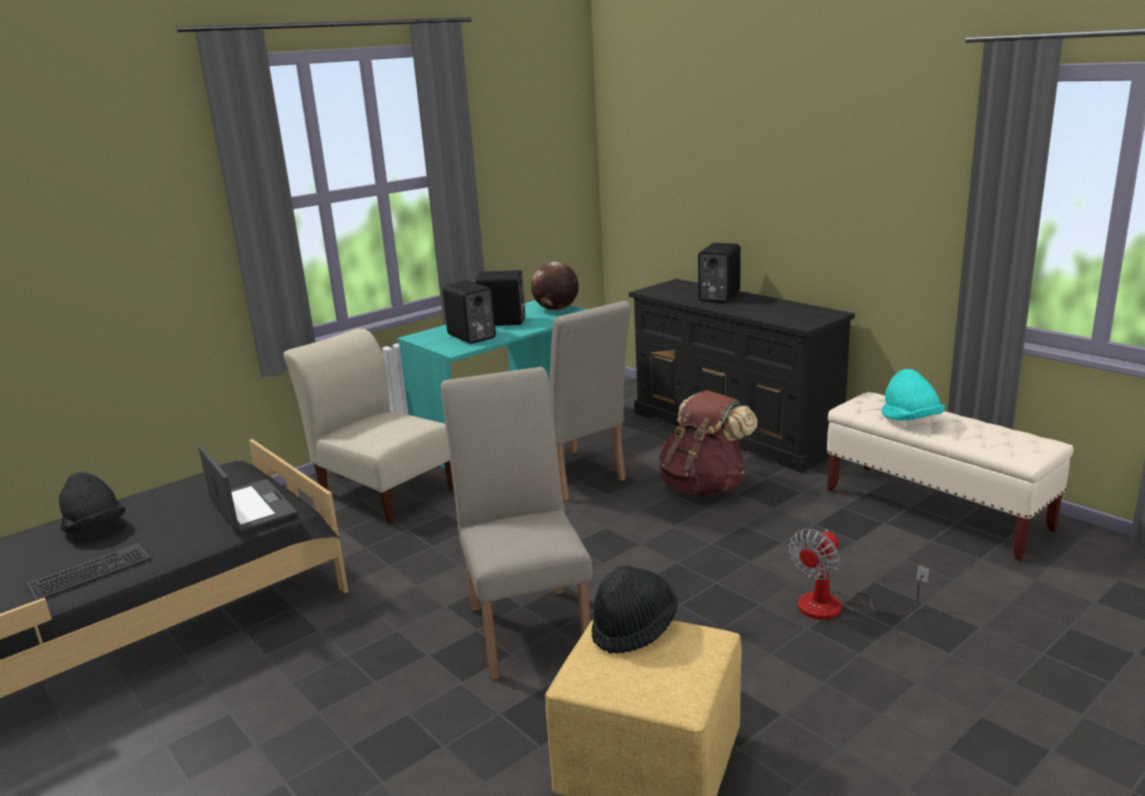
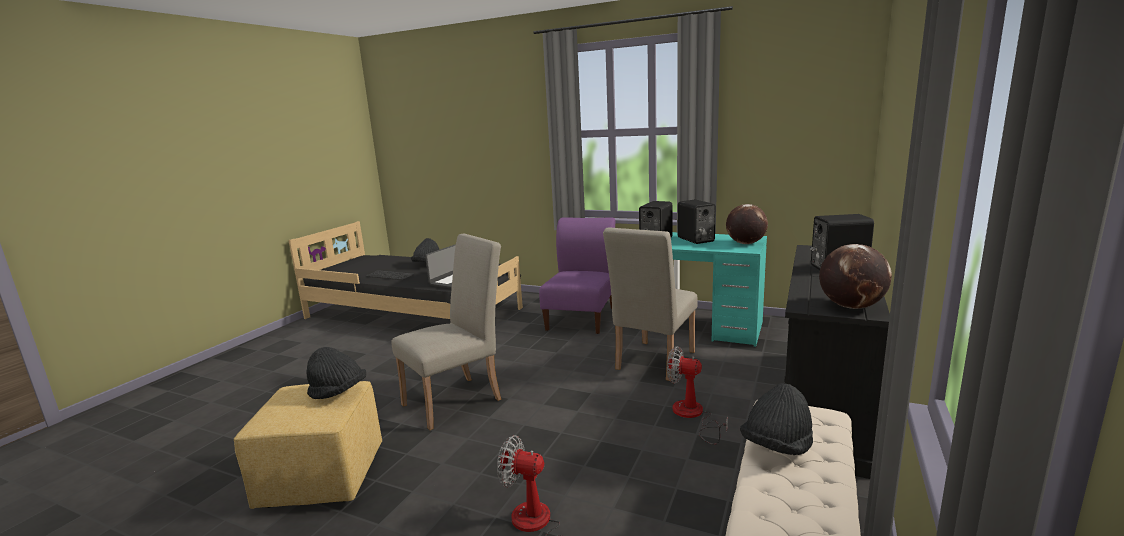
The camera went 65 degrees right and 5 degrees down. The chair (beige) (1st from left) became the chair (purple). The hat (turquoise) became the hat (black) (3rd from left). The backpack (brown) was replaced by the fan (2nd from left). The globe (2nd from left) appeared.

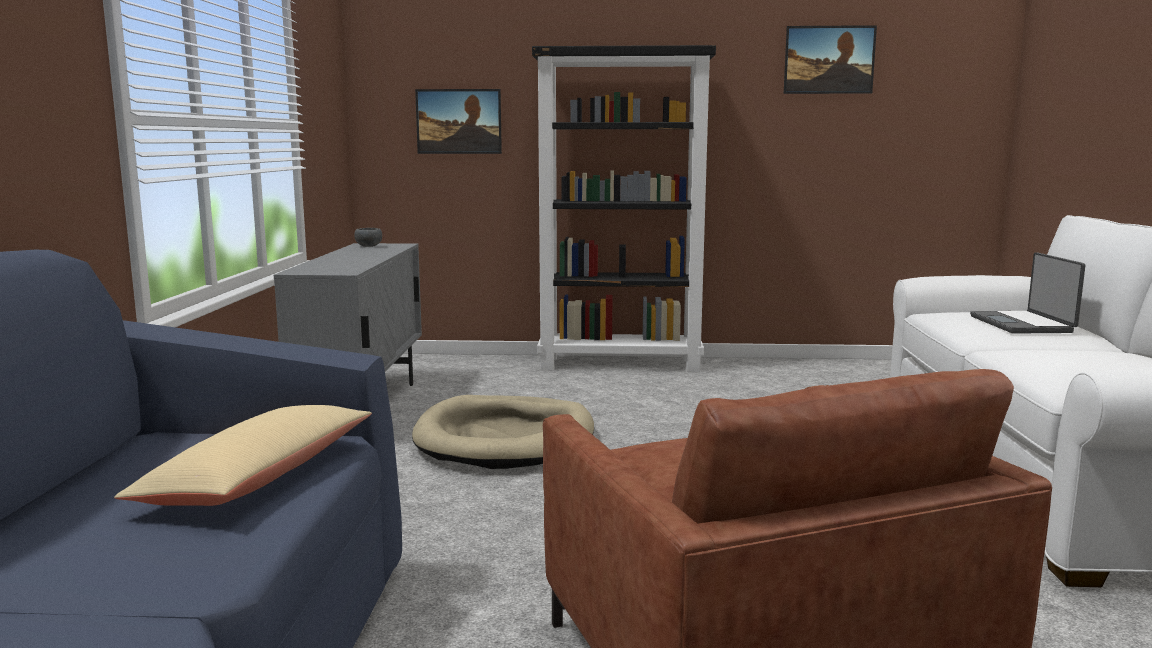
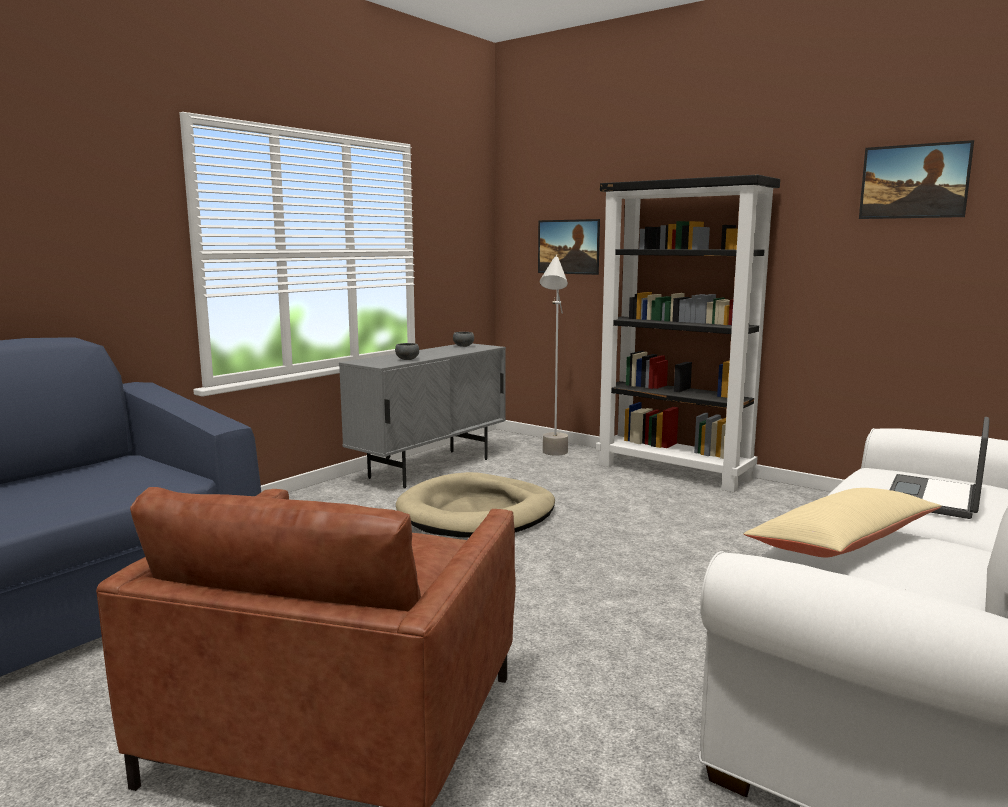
The camera went 35 degrees right and 0 degrees up. The pillow (beige) moved. The floor lamp (grey) appeared. The bowl (grey) (1st from left) appeared.

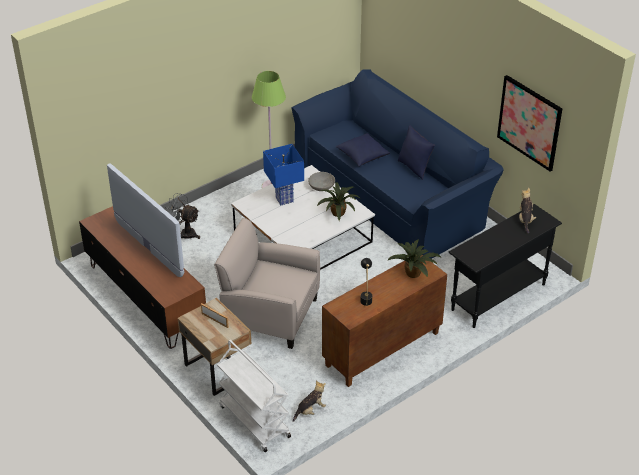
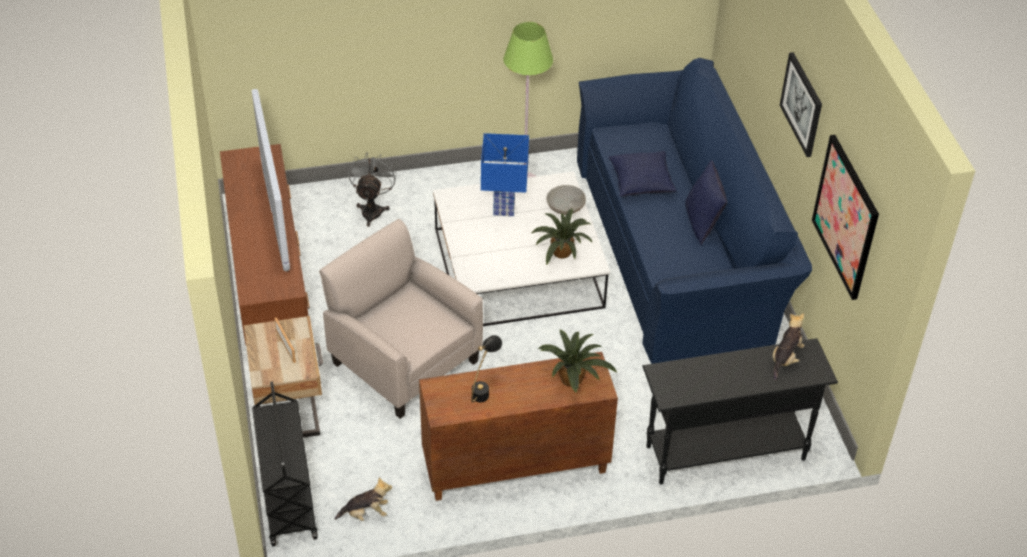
The camera went 25 degrees right and 5 degrees up. The fan (grey) turned 45 degrees clockwise. The cart (white) became the cart (black). The picture (1st from left) appeared.

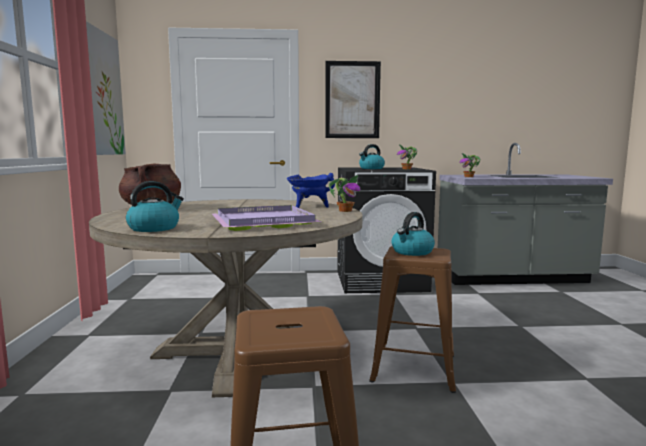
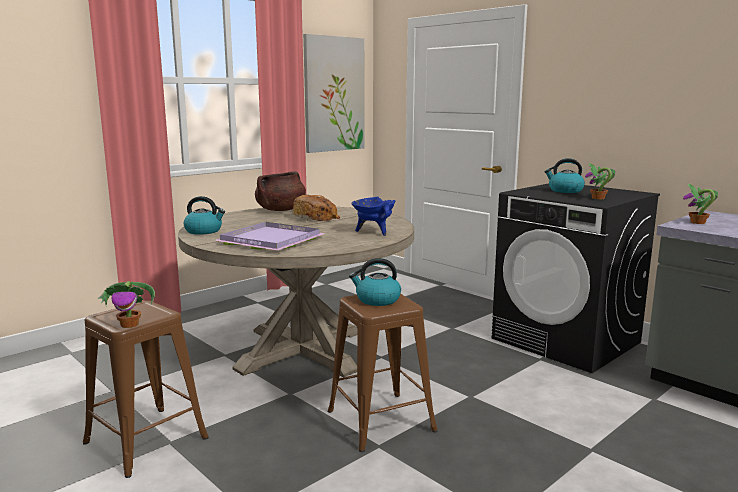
The camera went 50 degrees right and 5 degrees up. The picture (2nd from left) disappeared. The potted plant (1st from left) moved. The bread appeared.

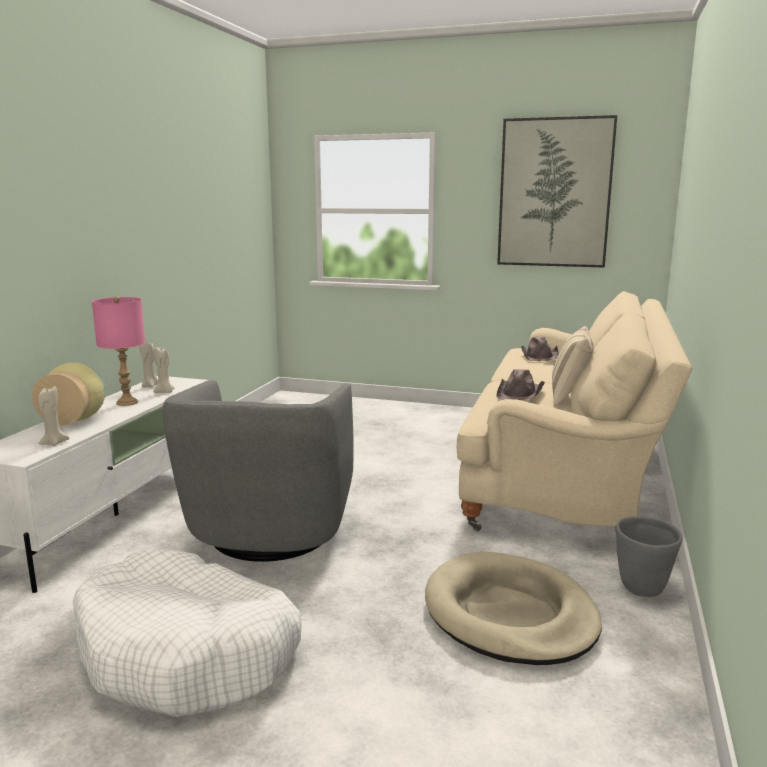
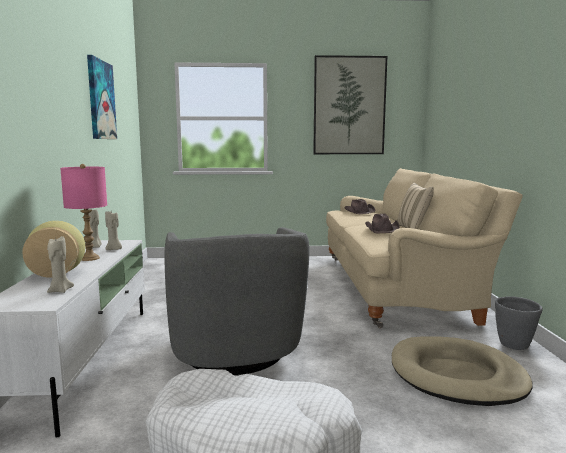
The camera went 20 degrees left and 5 degrees down. The picture (1st from left) appeared.

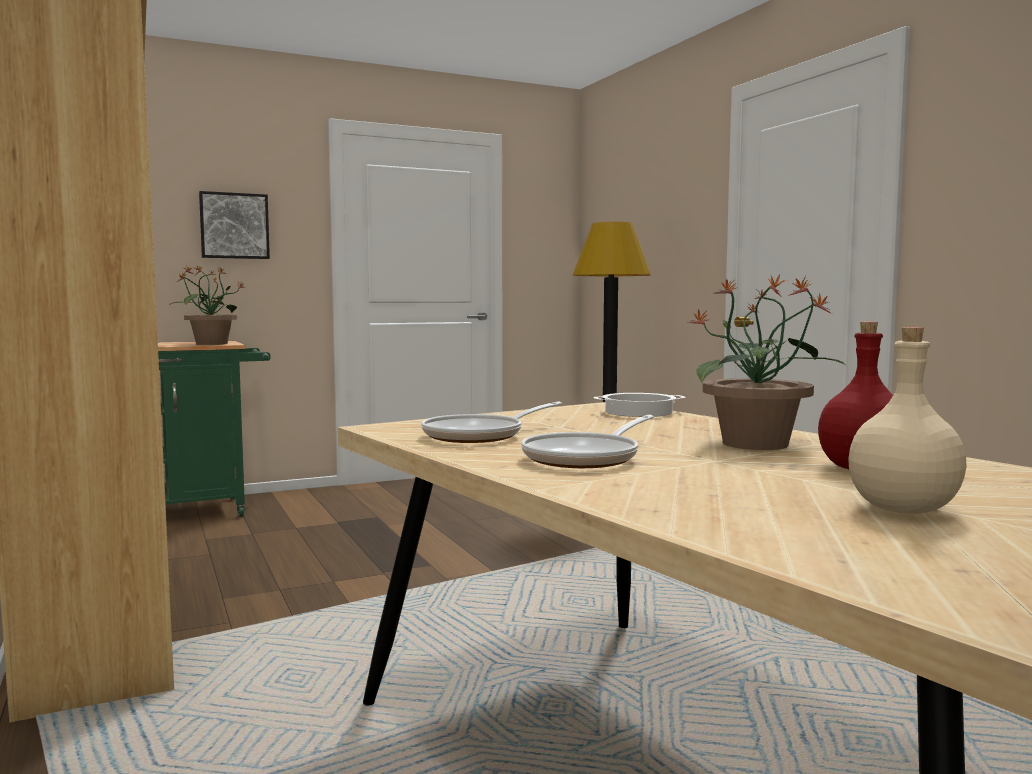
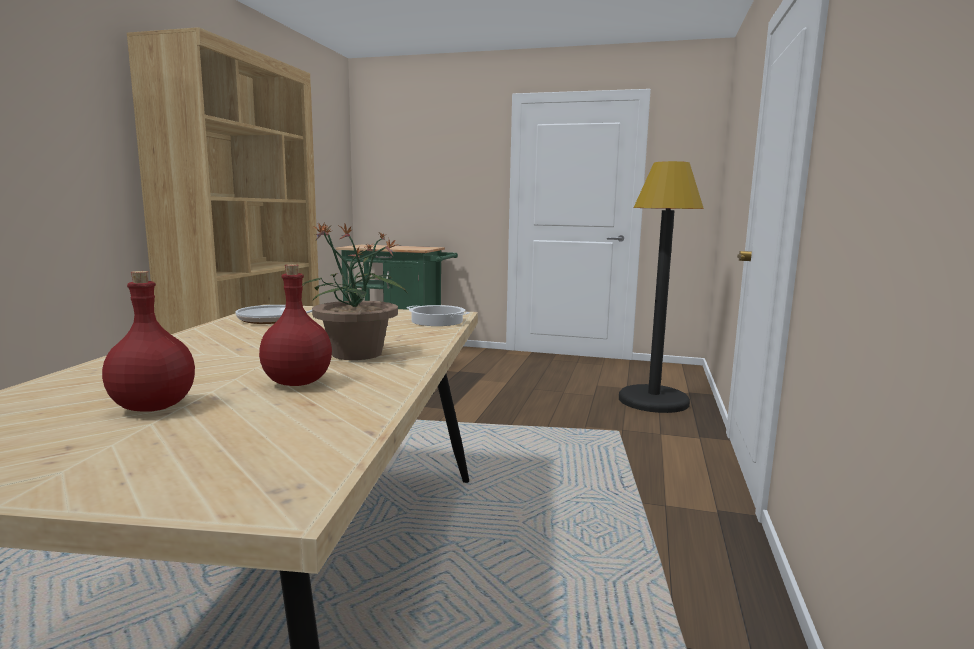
The camera went 40 degrees right and 5 degrees up. The picture disappeared. The potted plant (1st from left) disappeared. The bottle (beige) became the bottle (red) (1st from left). The frying pan (2nd from left) disappeared.

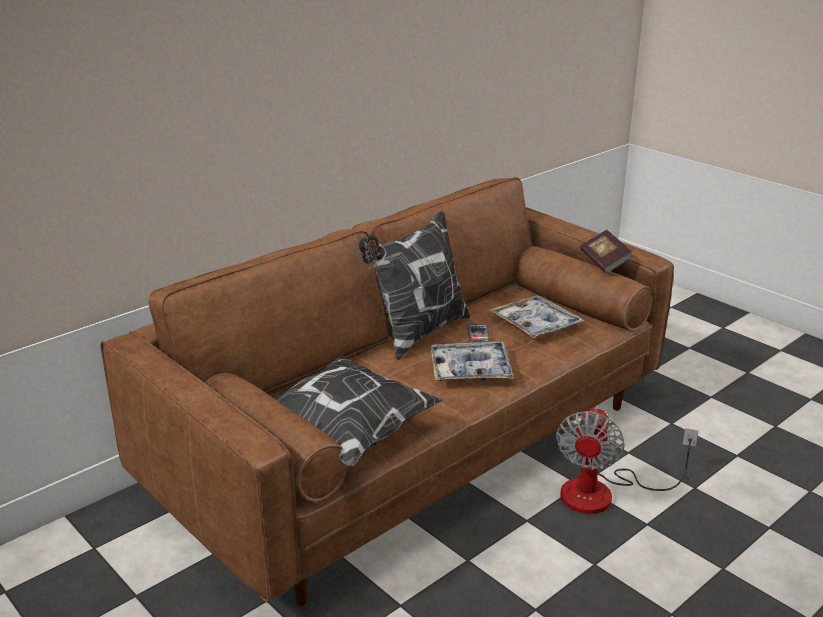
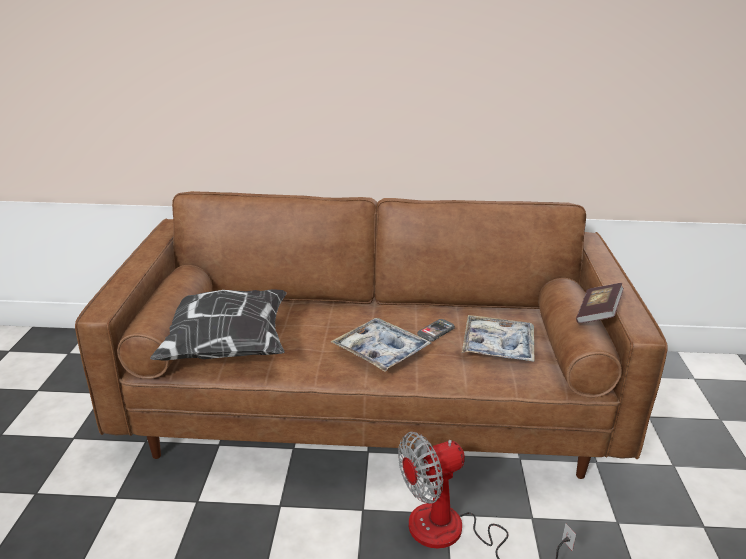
The camera went 45 degrees right and 0 degrees up. The pillow (2nd from left) disappeared.

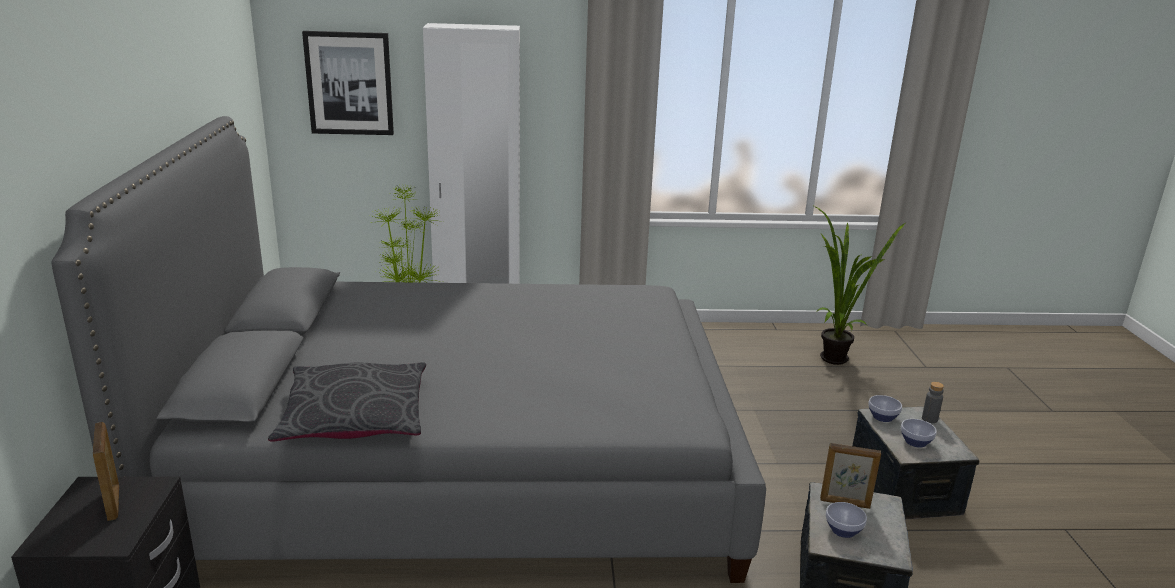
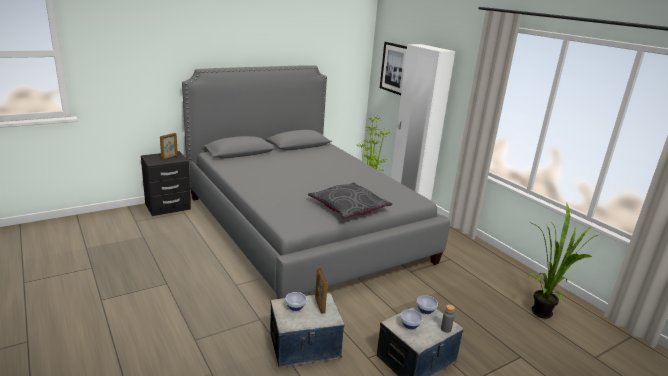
The camera went 60 degrees right and 0 degrees up. The pillow (grey) moved.

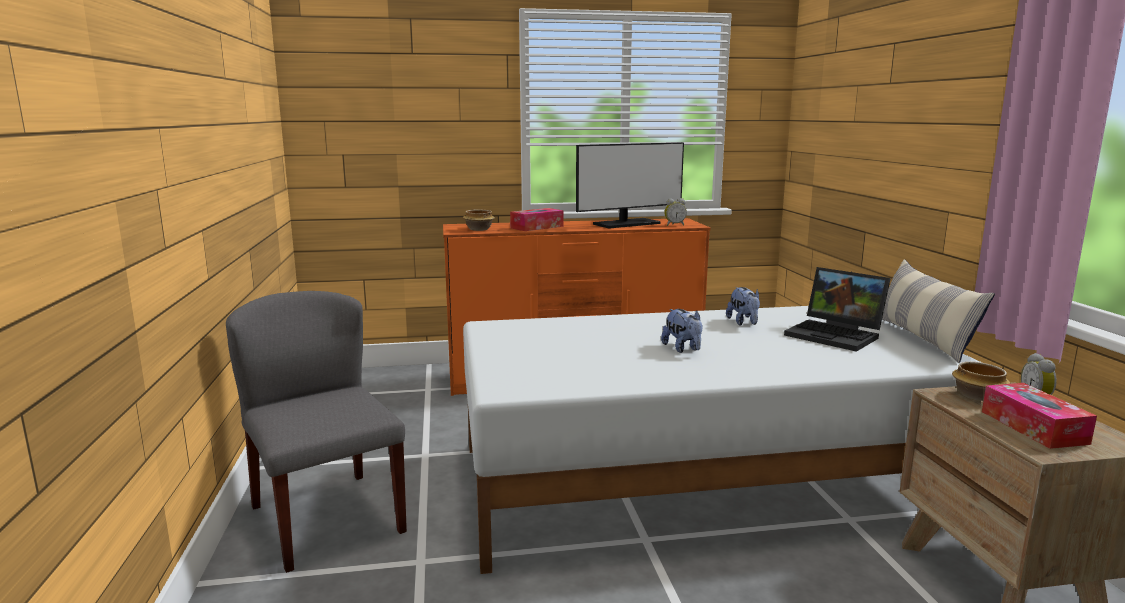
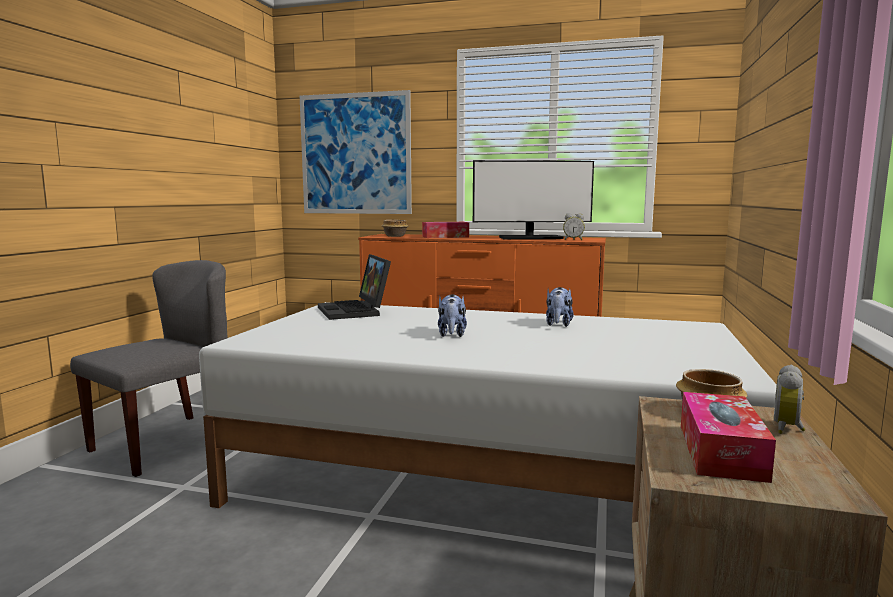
The camera went 25 degrees right and 5 degrees down. The pillow disappeared. The laptop moved. The chair (grey) turned 45 degrees clockwise. The picture appeared.

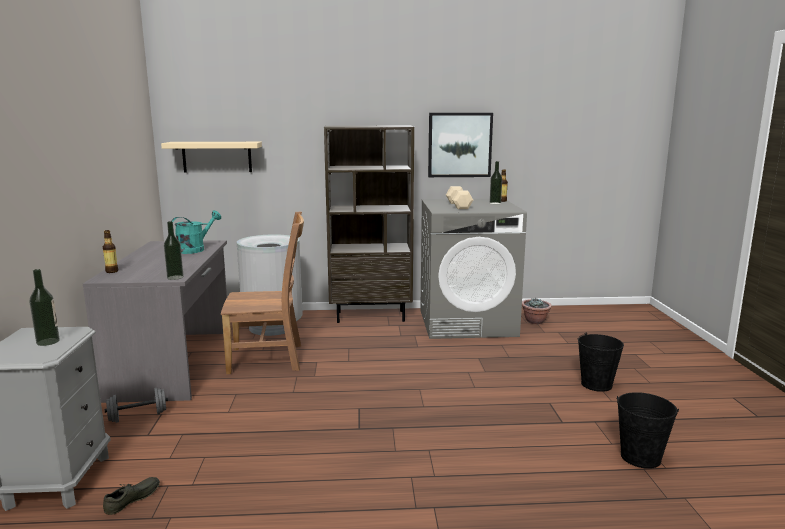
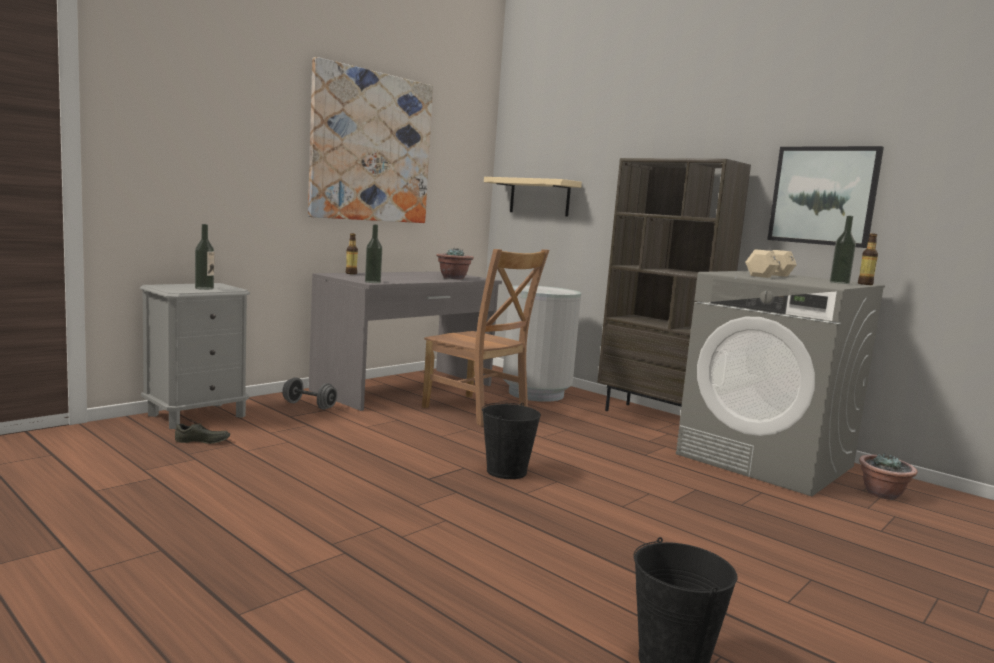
The camera went 45 degrees right and 5 degrees down. The watering can (turquoise) was replaced by the potted plant (1st from left). The bucket (black) (1st from left) moved. The picture (1st from left) appeared.

